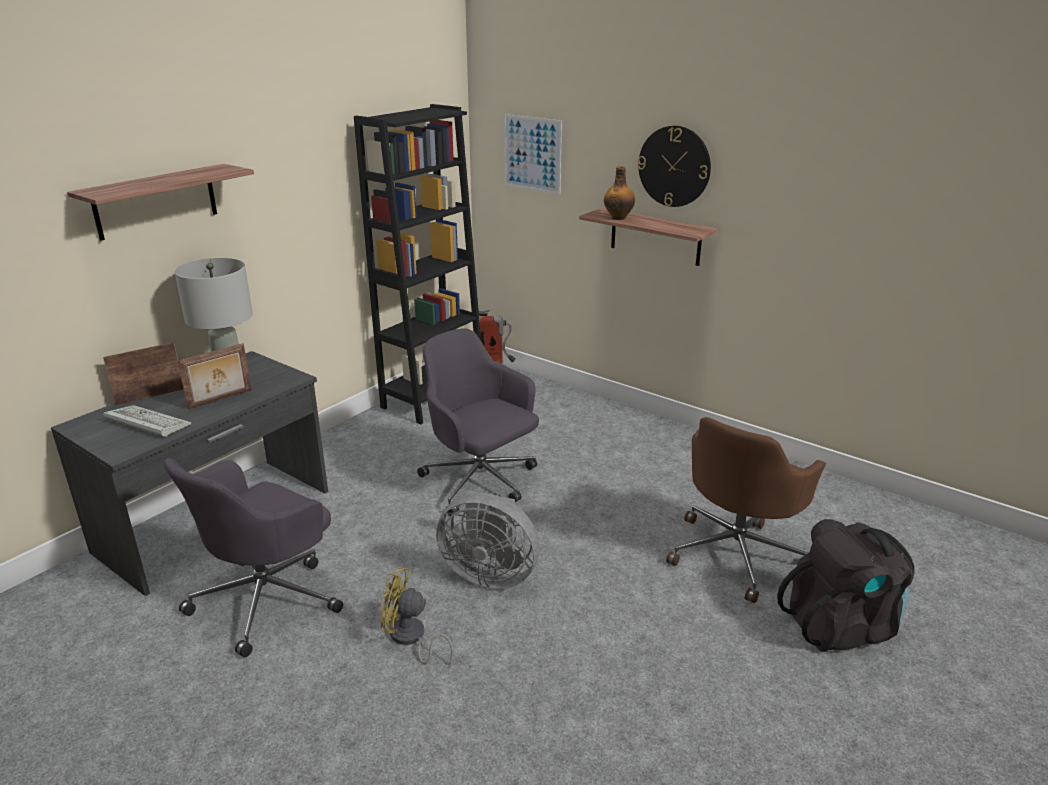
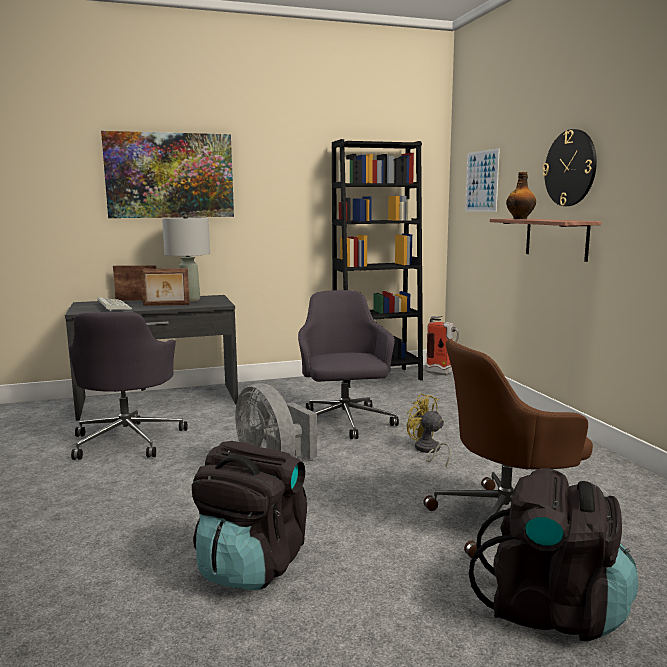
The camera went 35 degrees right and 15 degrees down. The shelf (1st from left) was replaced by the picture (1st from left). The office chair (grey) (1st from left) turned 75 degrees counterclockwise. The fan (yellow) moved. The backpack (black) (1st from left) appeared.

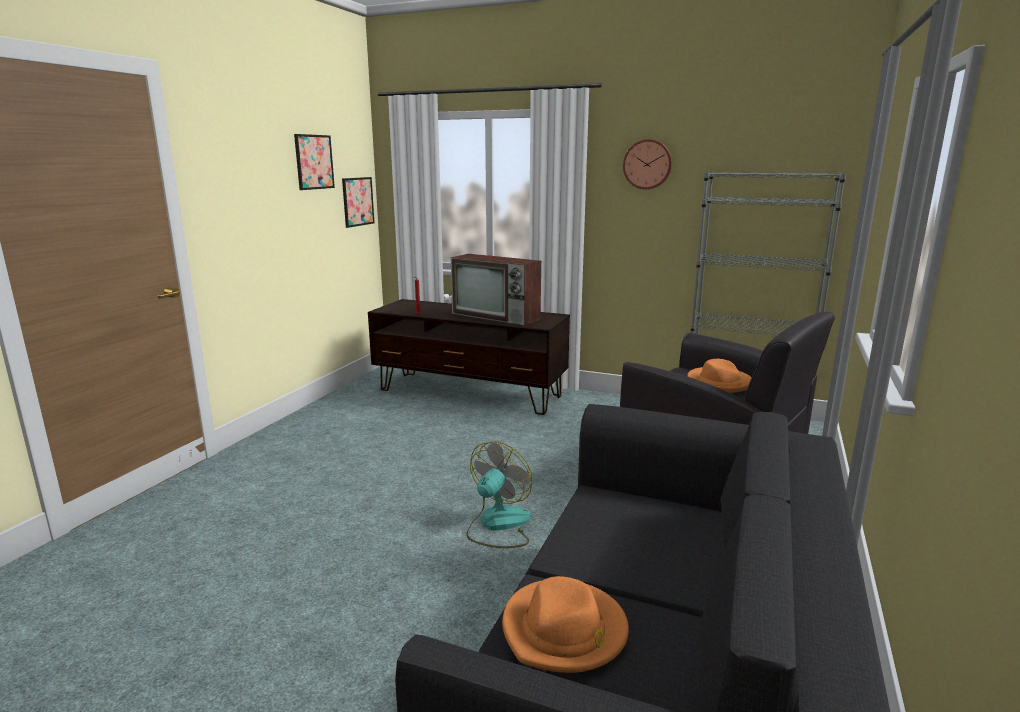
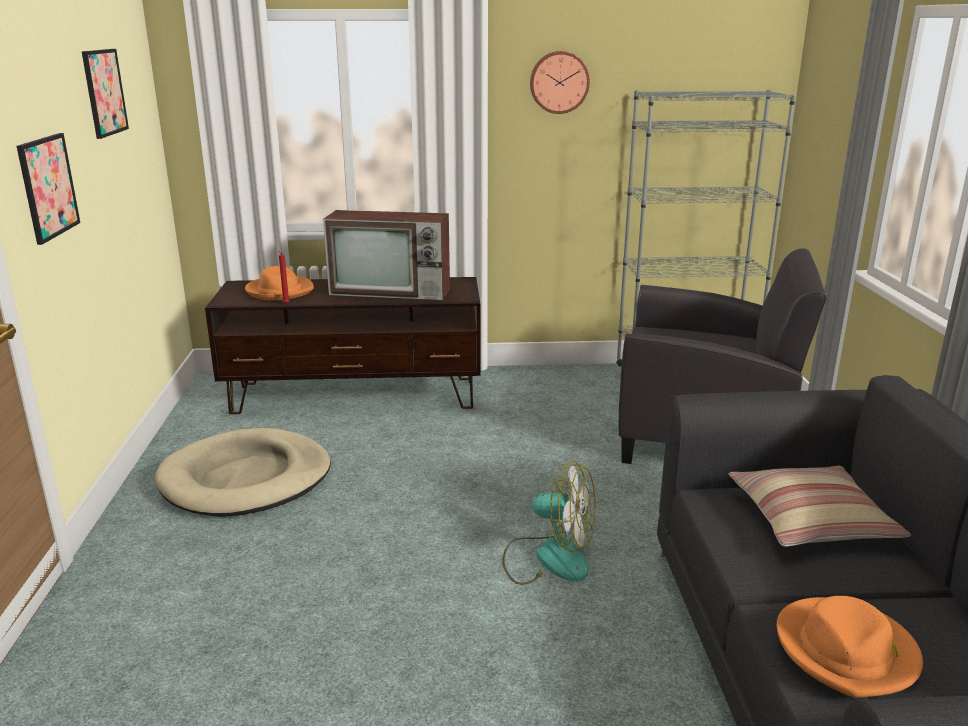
The camera went 25 degrees left and 5 degrees up. The picture (2nd from left in the first image) moved. The hat (orange) (2nd from left in the first image) moved. The fan turned 105 degrees clockwise. The dog bed (beige) appeared. The pillow appeared.

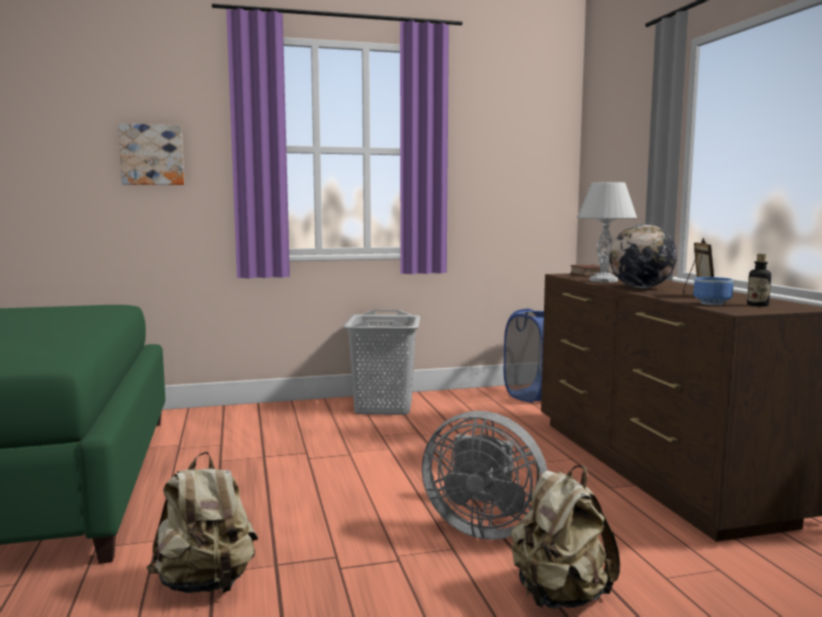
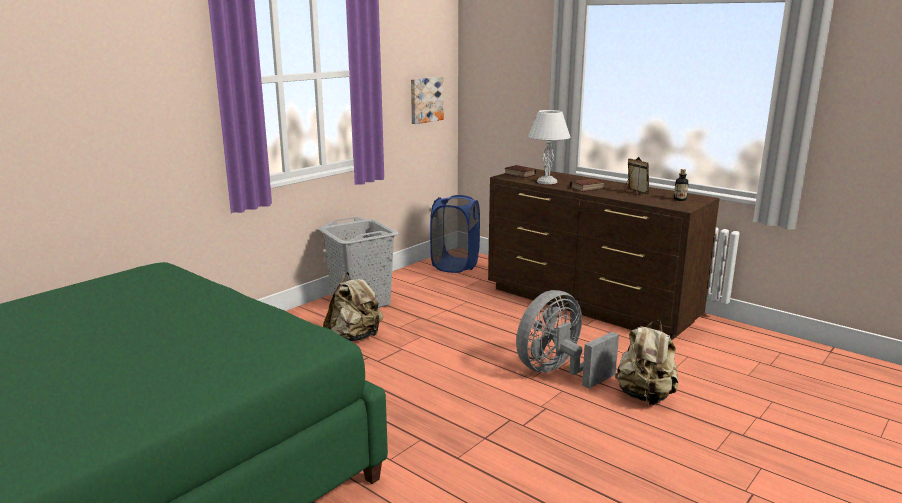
The camera went 35 degrees left and 10 degrees up. The picture moved. The globe was replaced by the book (2nd from left). The bowl disappeared. The fan (grey) turned 150 degrees clockwise. The backpack (beige) (1st from left) moved.

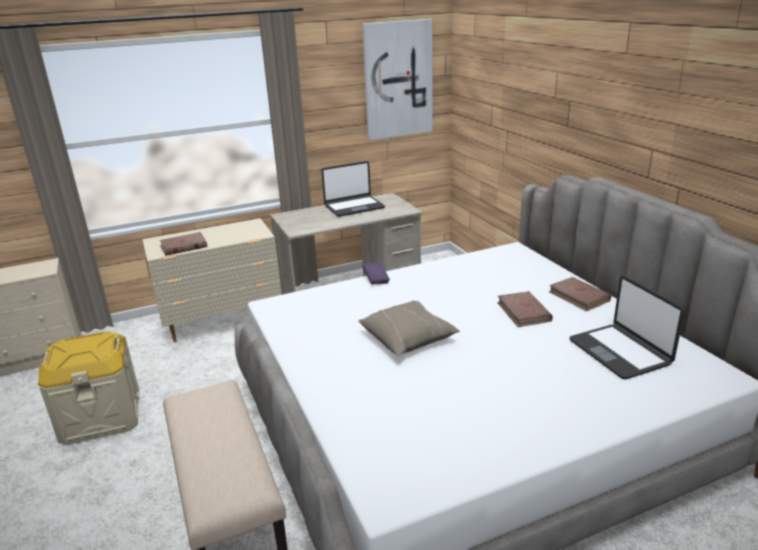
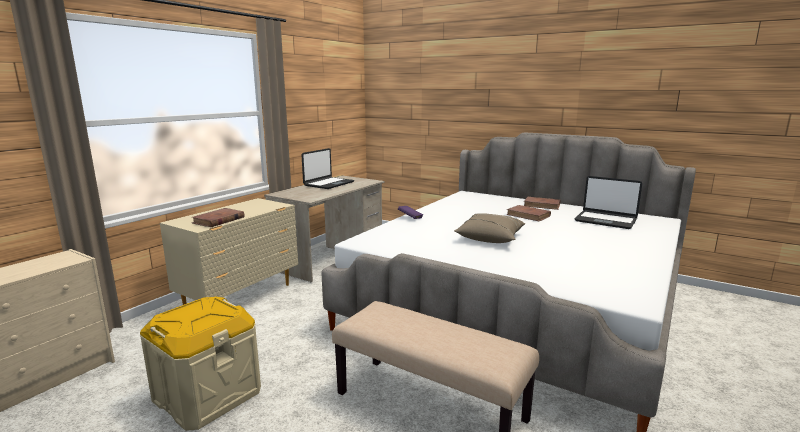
The camera went 35 degrees left and 10 degrees down. The picture disappeared.

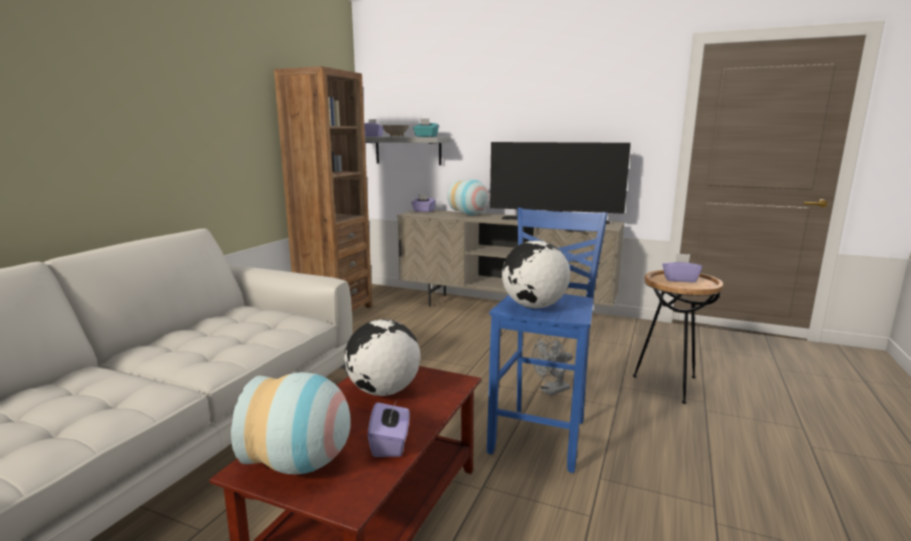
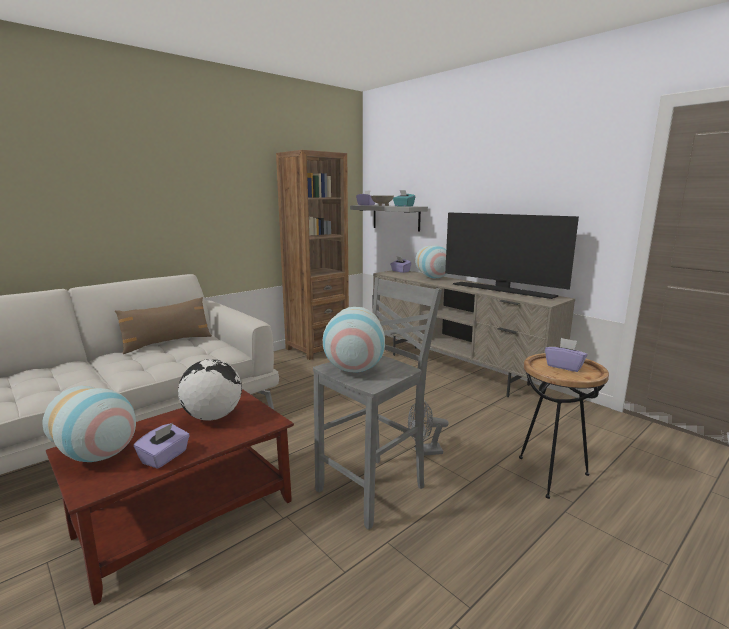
The camera went 25 degrees right and 0 degrees up. The stool (blue) became the stool (grey). The globe (2nd from left) was replaced by the vase (2nd from left). The pillow (brown) appeared.

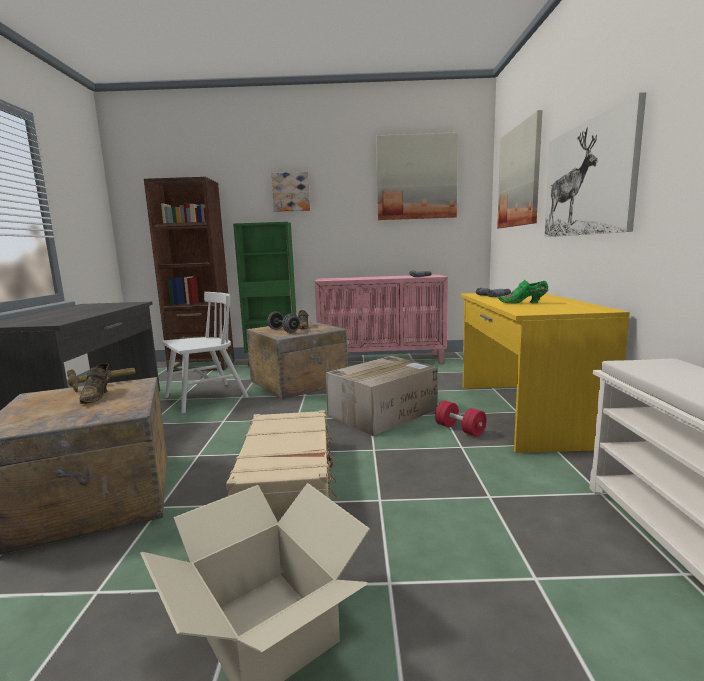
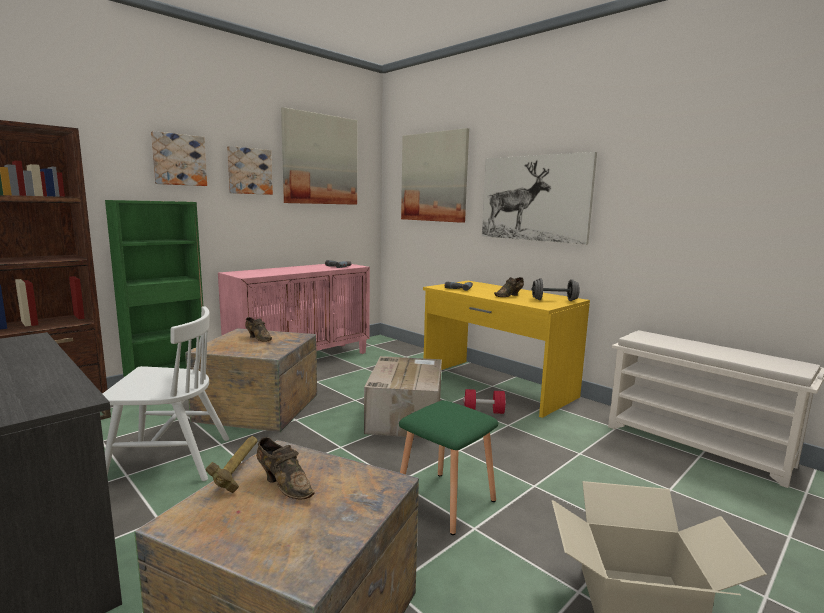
The camera went 45 degrees left and 0 degrees up. The shoe (green) became the shoe (brown) (3rd from left). The chair (white) turned 75 degrees clockwise. The dumbbell (grey) moved. The suitcase (beige) was replaced by the stool (green). The picture (2nd from left) appeared.

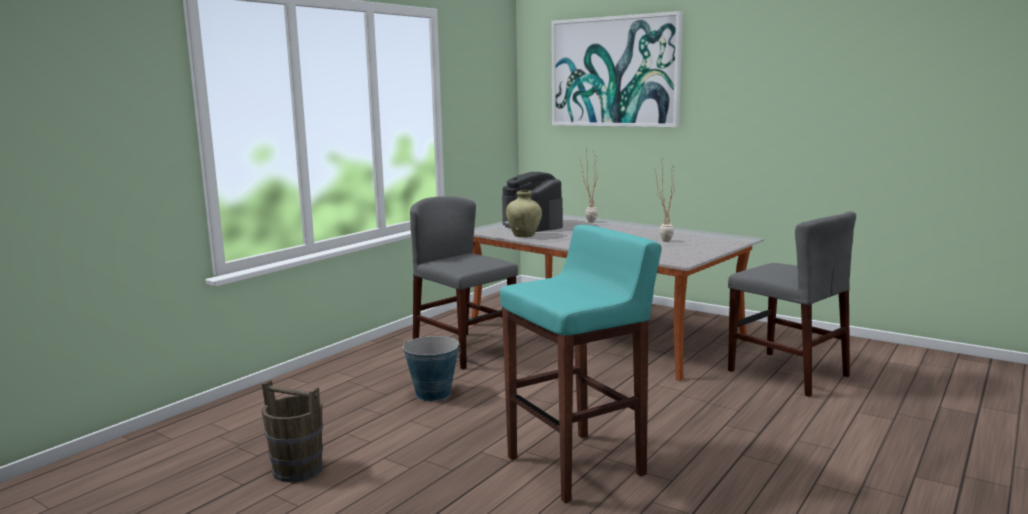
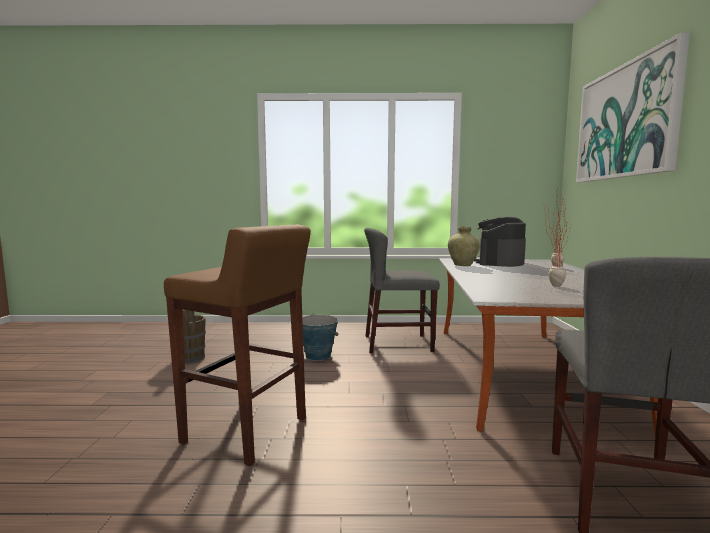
The camera went 55 degrees right and 5 degrees down. The chair (grey) (1st from left) turned 105 degrees counterclockwise. The stool (turquoise) became the stool (brown).

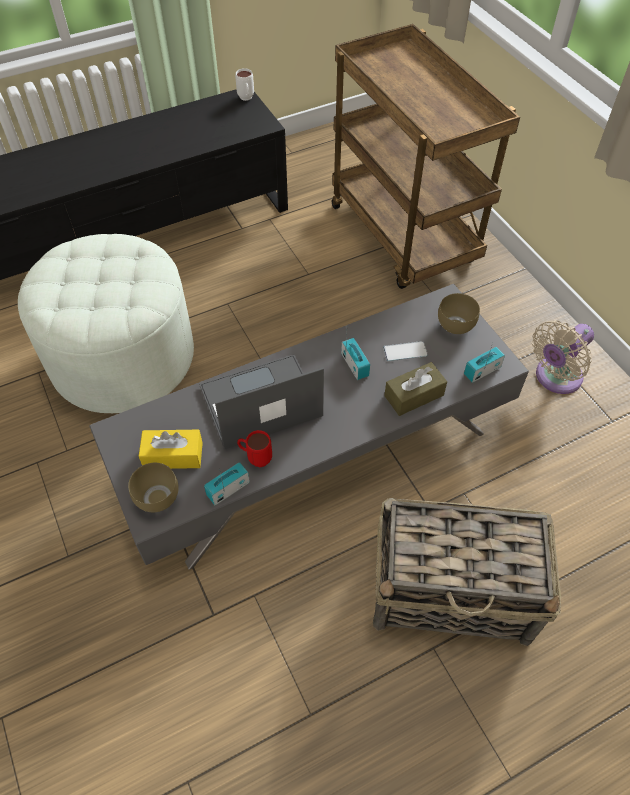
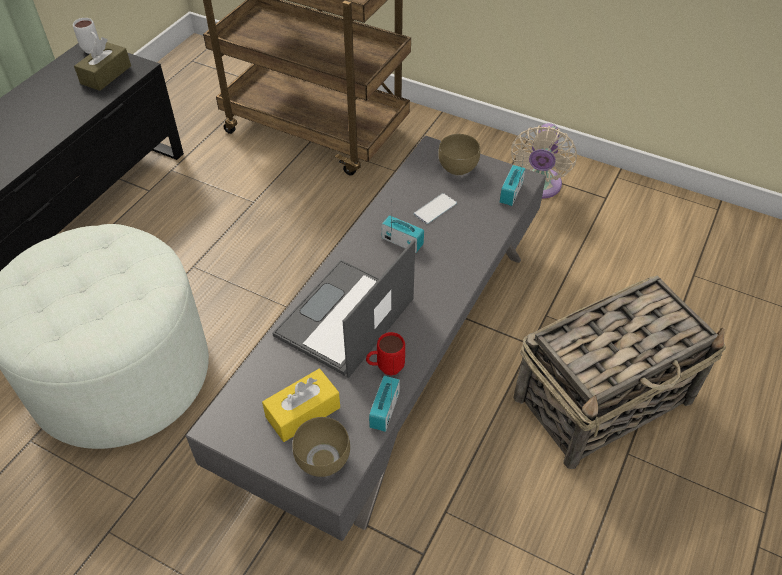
The camera went 35 degrees left and 5 degrees down. The tissue box (brown) moved.

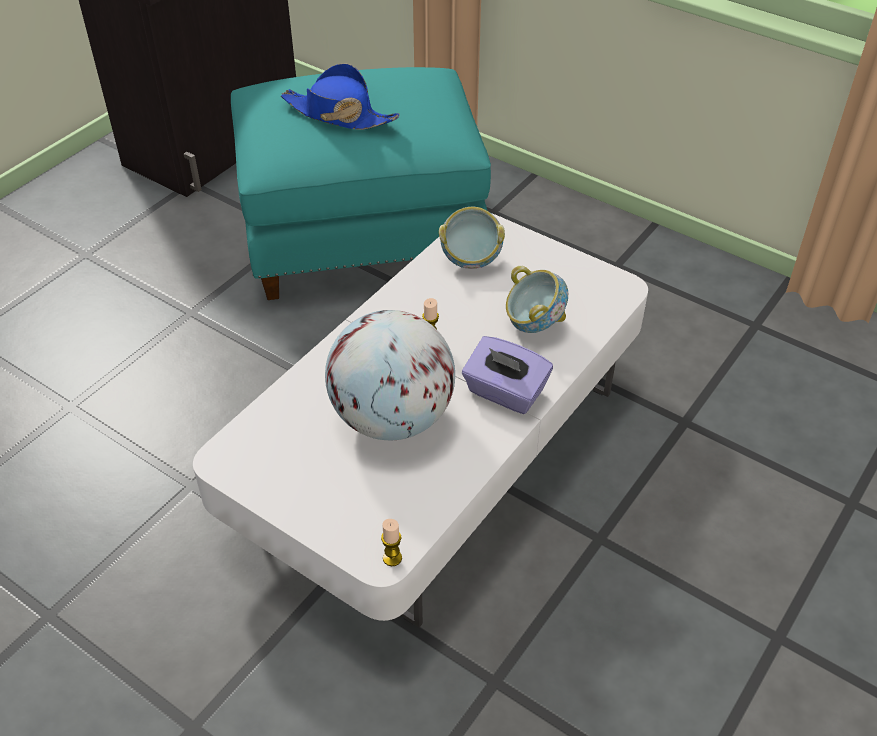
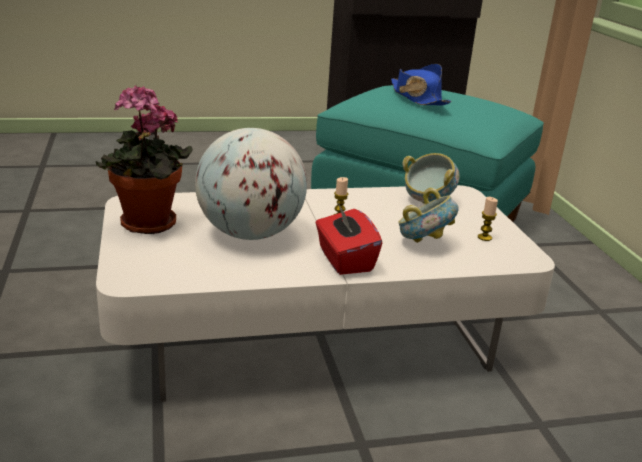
The camera went 40 degrees right and 20 degrees down. The tissue box (purple) became the tissue box (red). The candle (1st from left in the first image) moved. The potted plant appeared.

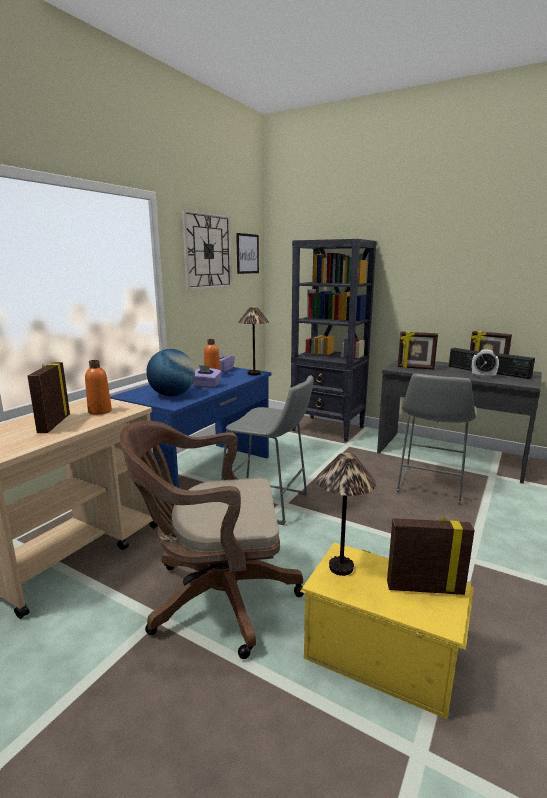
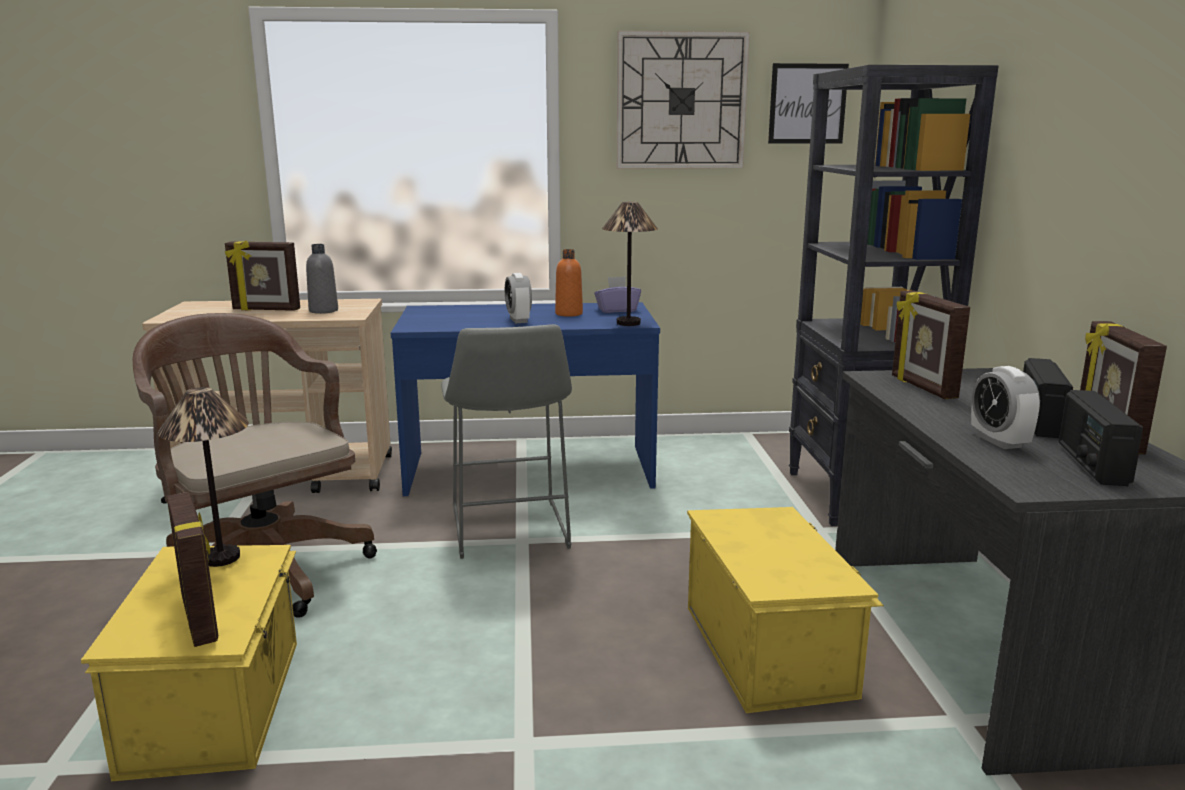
The camera went 55 degrees right and 0 degrees up. The globe disappeared. The bottle (orange) (1st from left) became the bottle (grey). The picture frame (1st from left in the first image) turned 135 degrees counterclockwise. The tissue box (purple) (1st from left) was replaced by the alarm clock (1st from left). The stool (grey) (2nd from left) was replaced by the storage box (yellow) (2nd from left).

